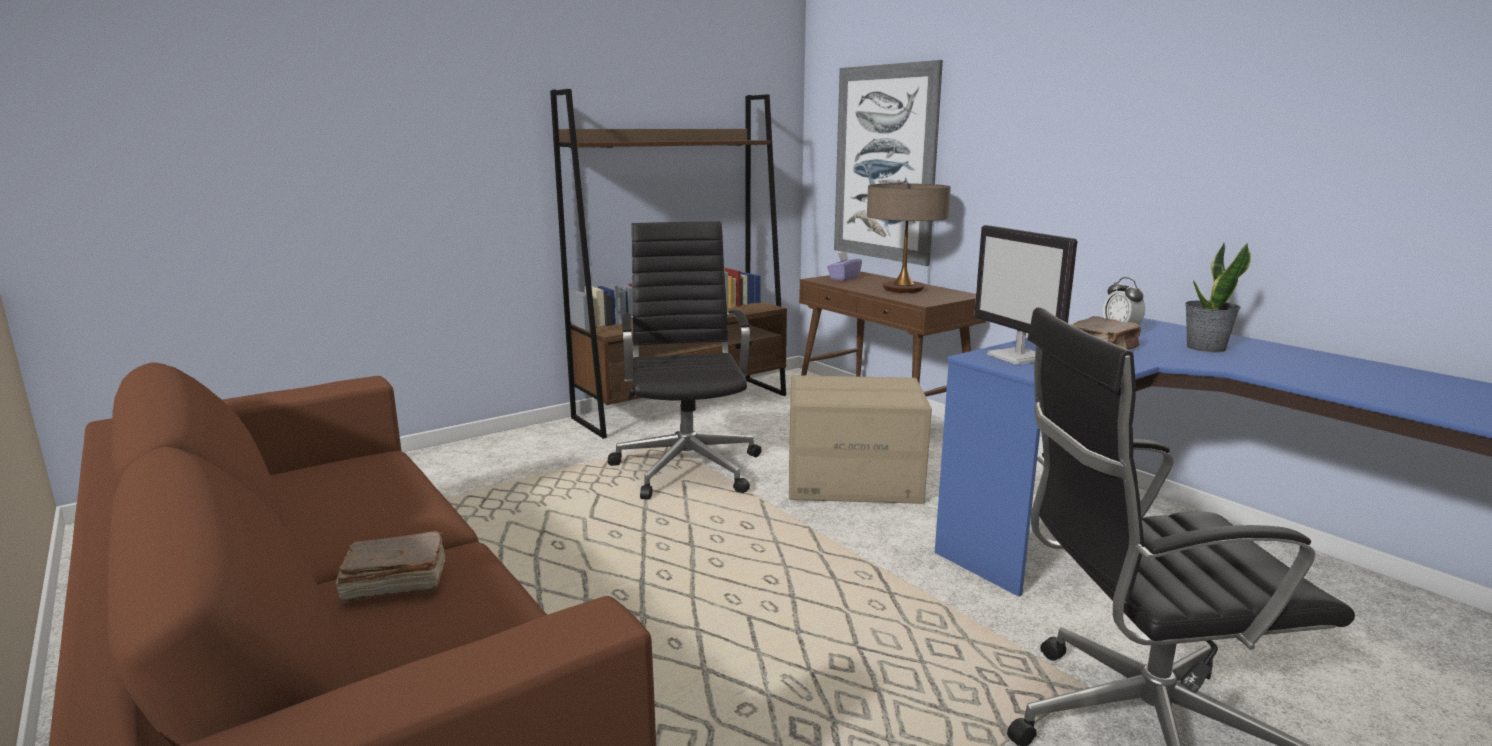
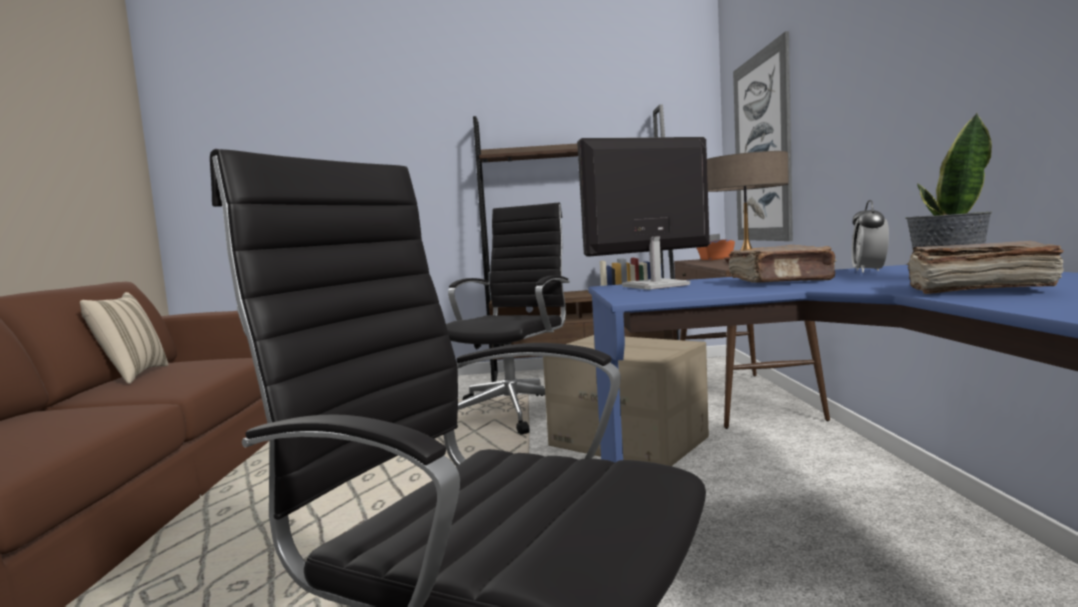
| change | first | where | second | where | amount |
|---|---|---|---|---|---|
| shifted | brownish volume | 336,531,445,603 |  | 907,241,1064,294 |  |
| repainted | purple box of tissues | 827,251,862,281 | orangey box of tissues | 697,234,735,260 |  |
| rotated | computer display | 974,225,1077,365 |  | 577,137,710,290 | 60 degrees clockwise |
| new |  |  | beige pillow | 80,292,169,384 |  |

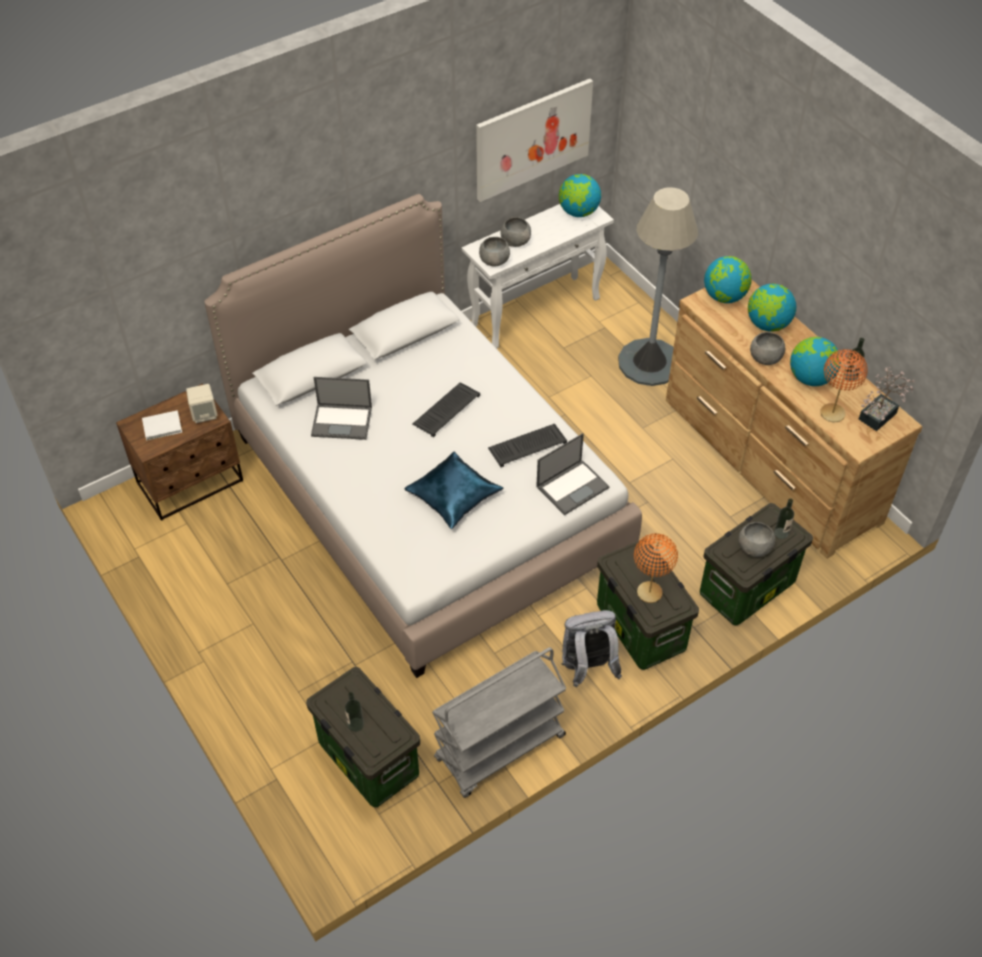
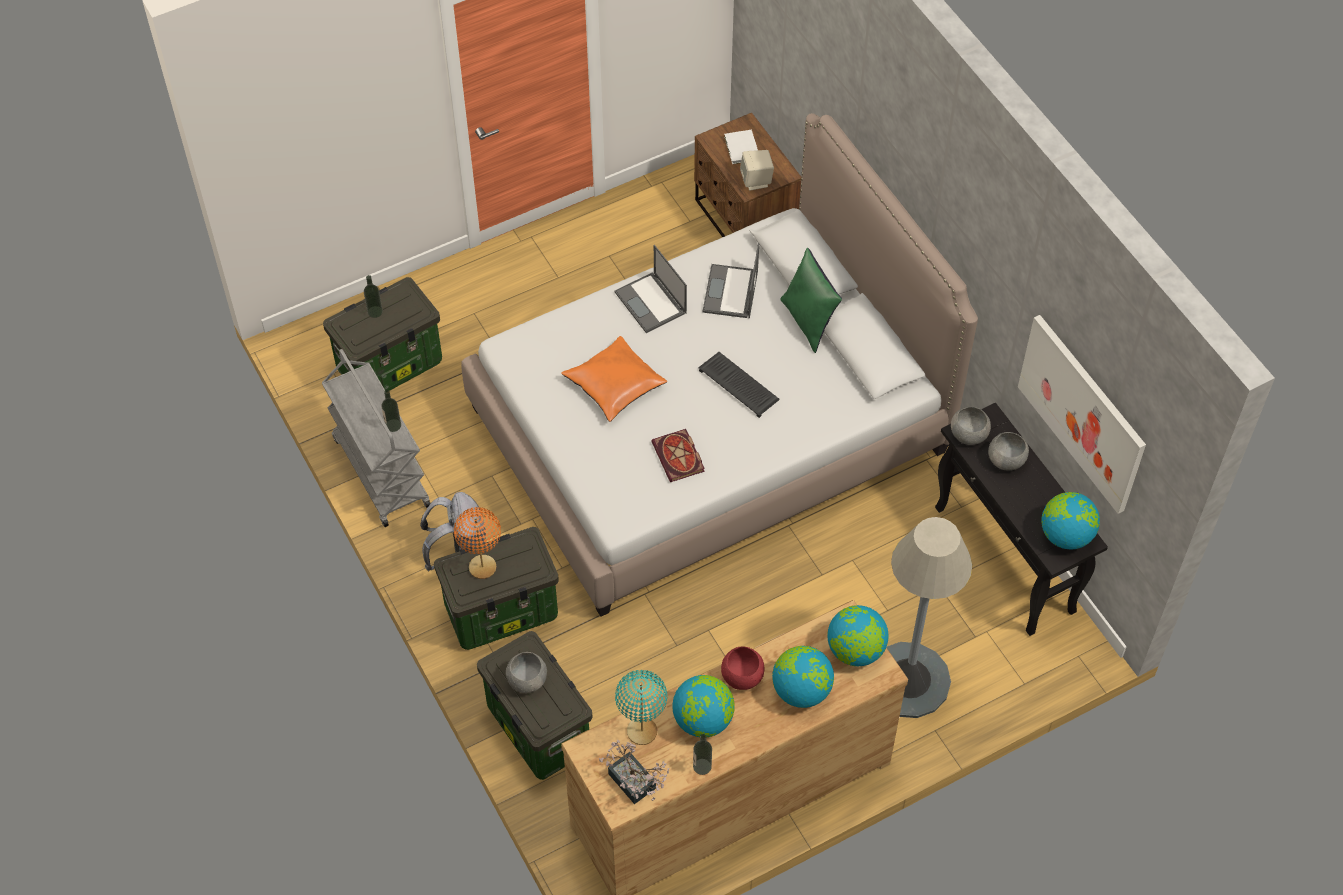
| change | first | where | second | where | amount |
|---|---|---|---|---|---|
| repainted | bluish pillow | 404,452,503,529 | orangey pillow | 561,336,667,422 |  |
| repainted | whitish console table | 462,204,614,349 | blackish console table | 935,403,1108,636 |  |
| swapped | computer keyboard | 488,424,567,467 | volume | 651,429,705,482 |  |
| shifted | portable computer | 536,433,609,515 |  | 615,245,687,333 |  |
| repainted | grey bowl | 750,332,785,365 | red bowl | 721,646,764,690 |  |
| shifted | beverage bottle | 774,498,794,539 |  | 381,390,401,432 |  |
| repainted | orangey table lamp | 820,349,868,422 | turquoise-coloured table lamp | 615,670,667,745 |  |
| new |  |  | greenish pillow | 780,248,842,353 |  |

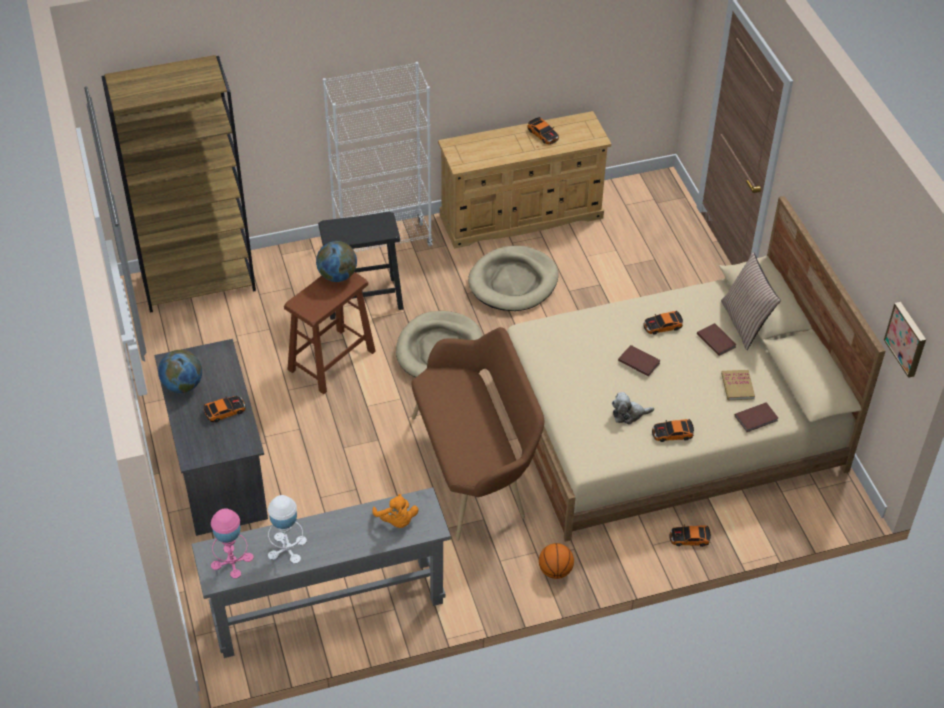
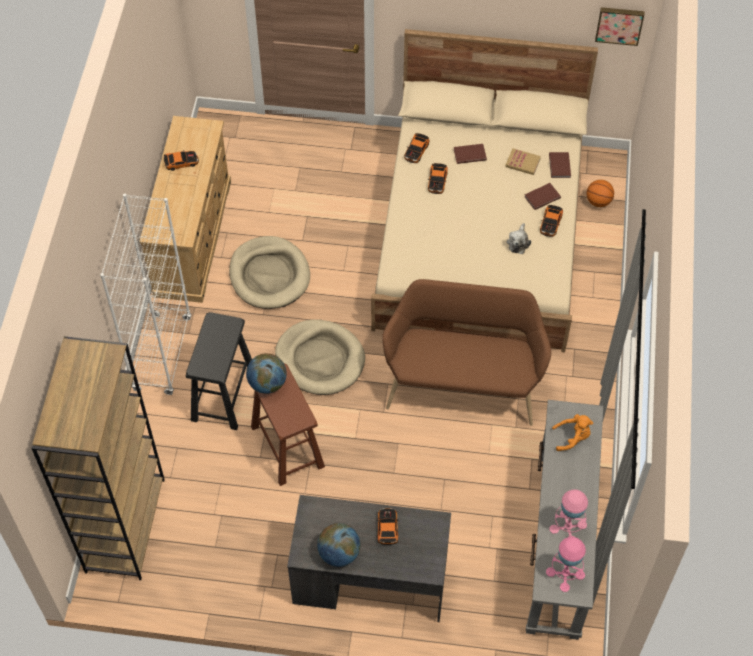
| change | first | where | second | where | amount |
|---|---|---|---|---|---|
| repainted | whitish table lamp | 268,495,307,564 | pink table lamp | 549,489,588,537 |  |
| shifted | basketball ball | 539,543,574,579 |  | 586,180,614,207 |  |
| shifted | brownish volume | 618,345,661,376 |  | 525,183,561,210 |  |
| shifted | model car | 670,524,711,547 |  | 404,133,430,163 |  |
| gone | pillow | 721,252,781,350 |  |  |  |

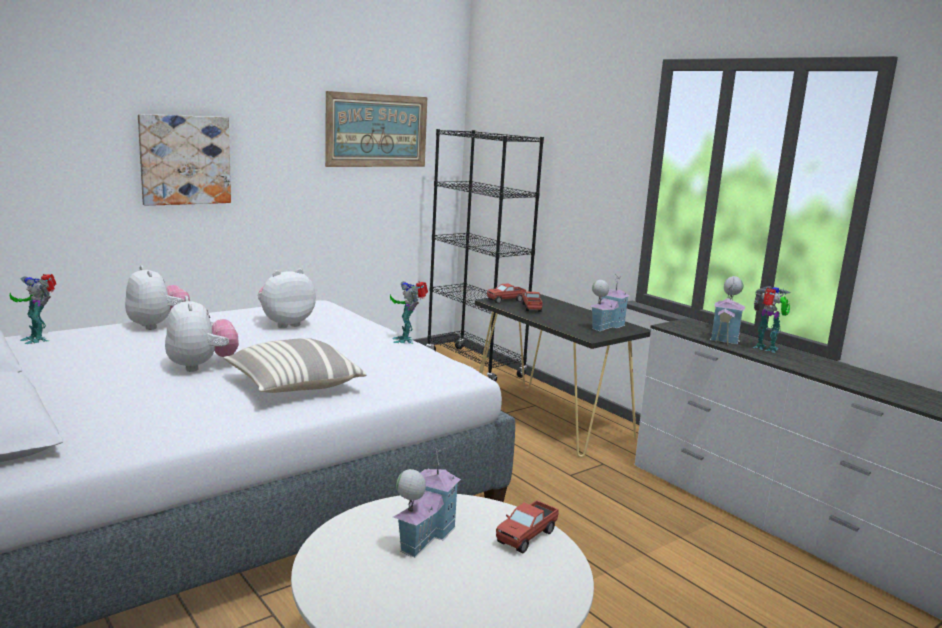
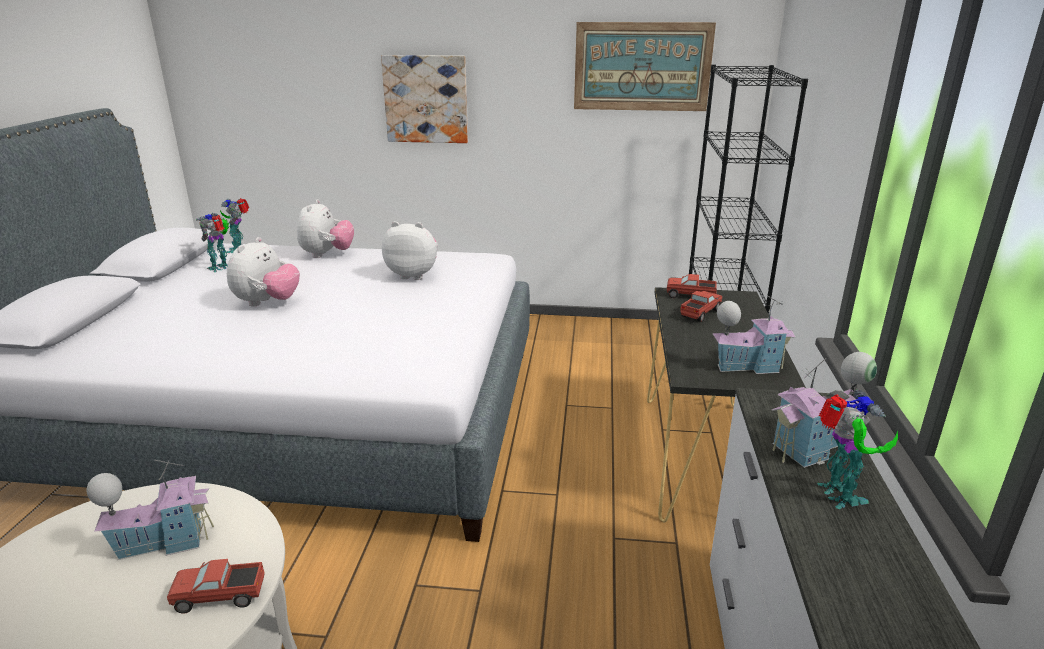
| change | first | where | second | where | amount |
|---|---|---|---|---|---|
| gone | pillow | 223,338,367,393 |  |  |  |
| shifted | toy robot | 390,281,428,344 |  | 196,213,229,272 |  |

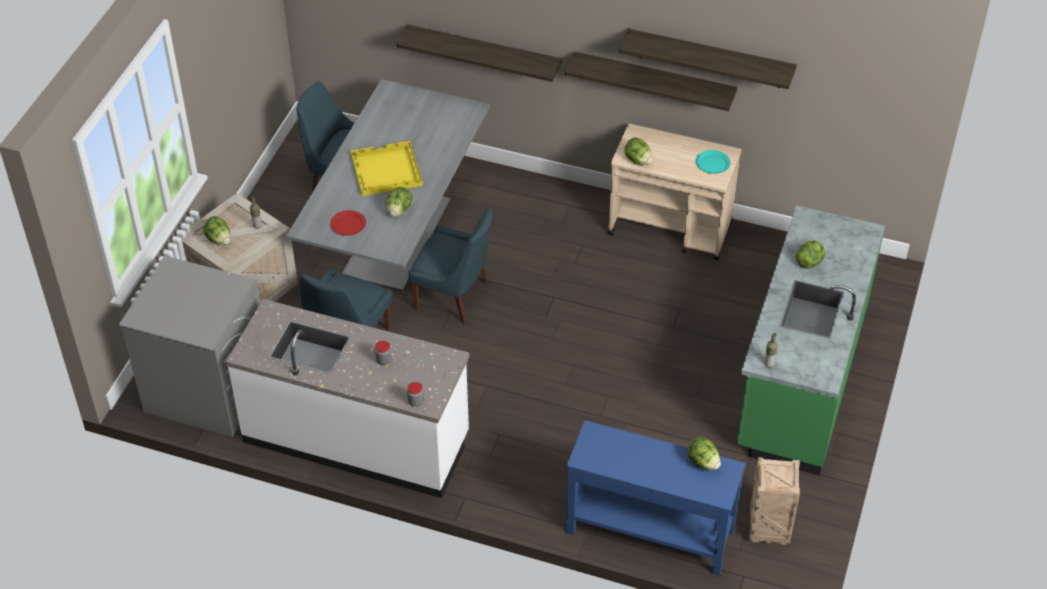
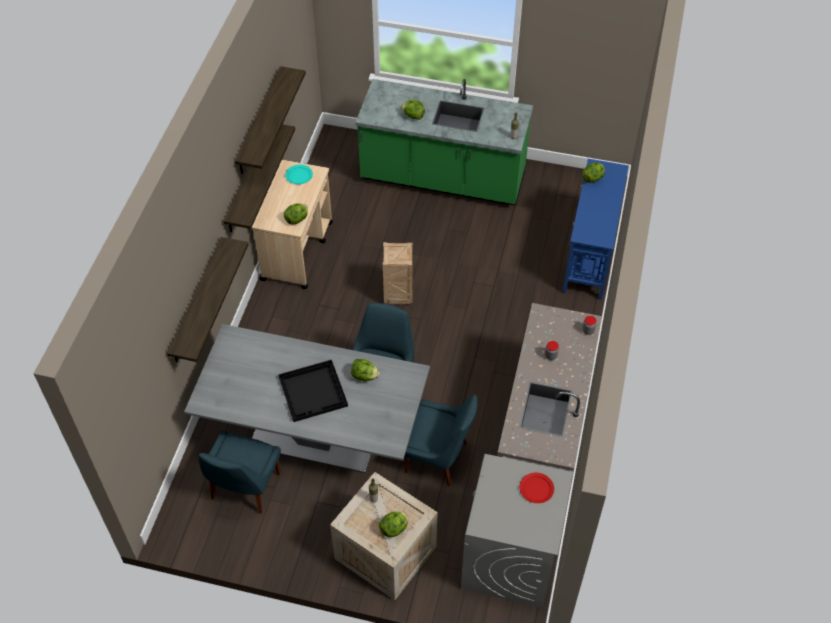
| change | first | where | second | where | amount |
|---|---|---|---|---|---|
| shifted | red flat dish | 330,210,366,236 |  | 520,473,554,503 |  |
| repainted | yellow tray | 351,141,423,196 | blackish tray | 278,360,348,422 |  |
| shifted | packing crate | 749,457,800,545 |  | 383,242,413,304 |  |

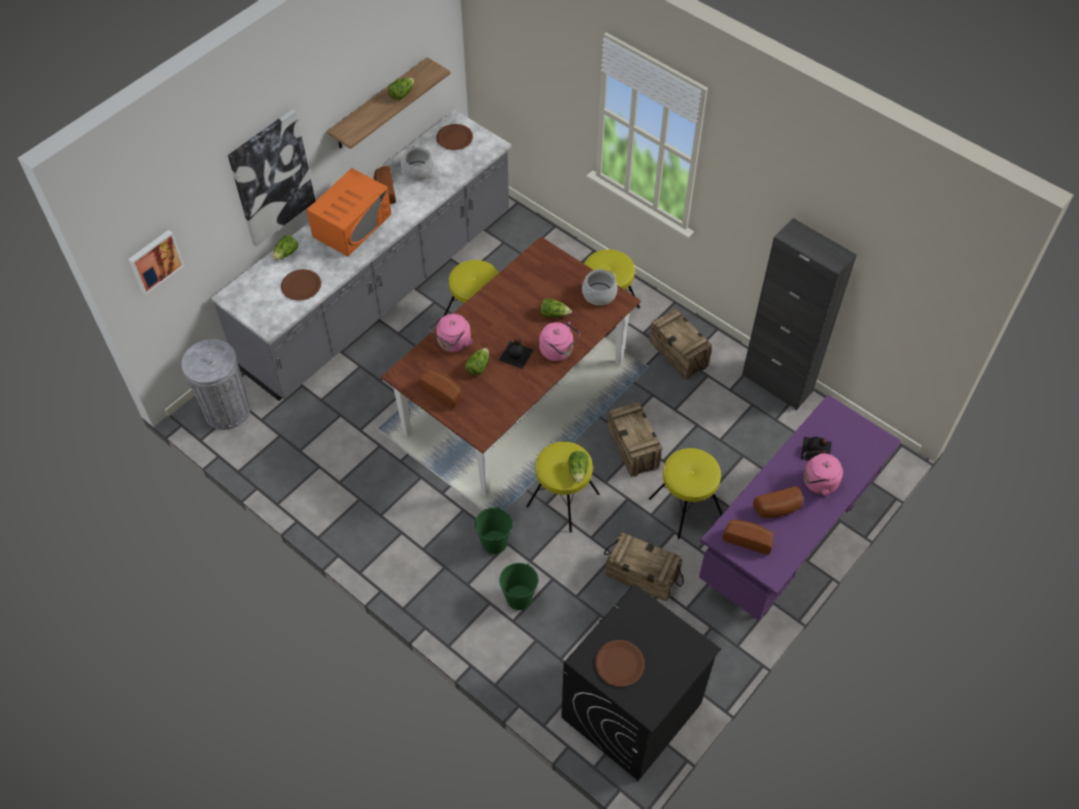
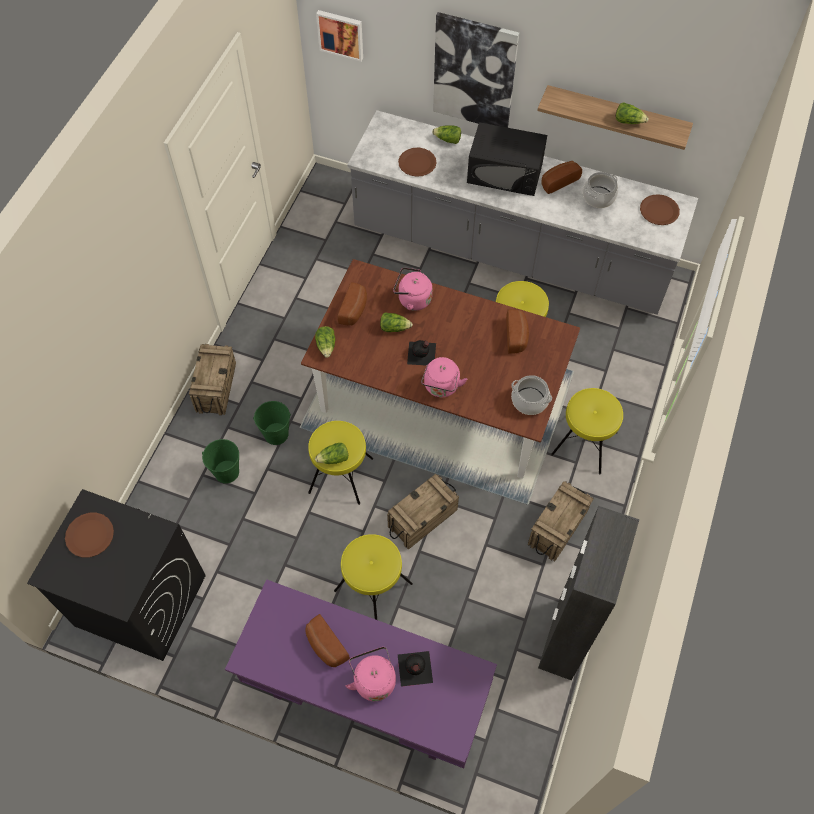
| change | first | where | second | where | amount |
|---|---|---|---|---|---|
| gone | grey rubbish bin | 181,339,250,430 |  |  |  |
| repainted | orangey kitchen microwave | 307,168,391,256 | blackish kitchen microwave | 467,122,547,196 |  |
| shifted | head of lettuce | 541,298,572,318 |  | 315,326,335,358 |  |
| shifted | packing crate | 604,532,684,601 |  | 189,344,236,415 |  |
| shifted | bread | 723,520,774,555 |  | 506,309,529,353 |  |

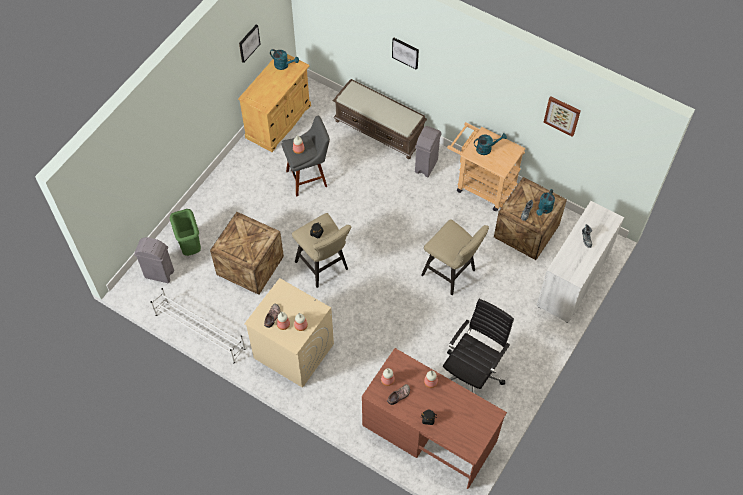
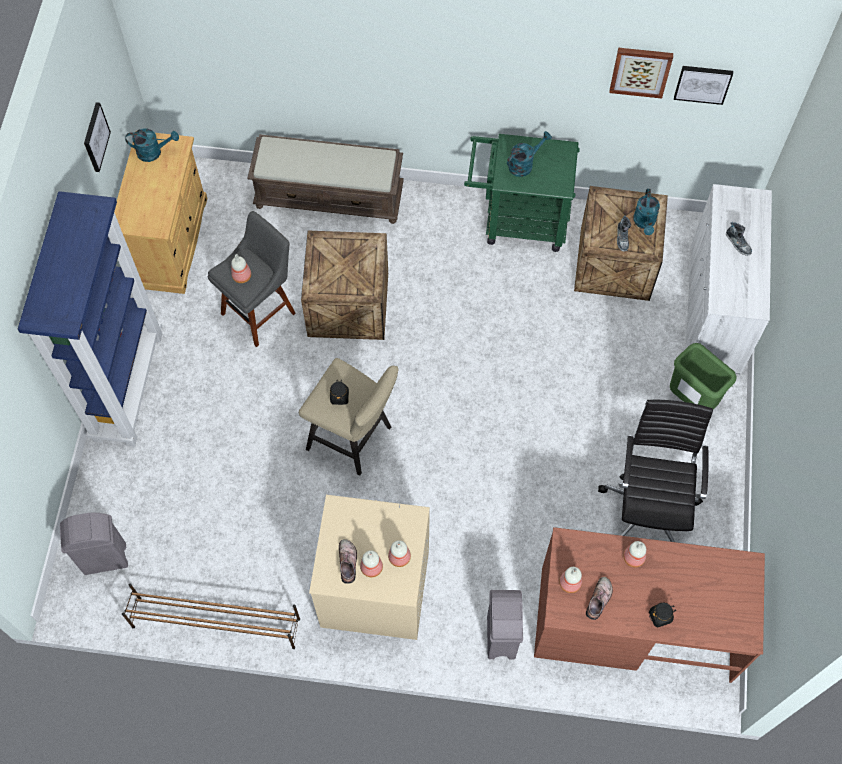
| change | first | where | second | where | amount |
|---|---|---|---|---|---|
| repainted | whitish shoe stand | 150,288,245,363 | brownish shoe stand | 122,584,300,649 |  |
| shifted | greenish rubbish bin | 170,209,201,256 |  | 670,343,736,410 |  |
| shifted | packing crate | 210,212,284,295 |  | 301,231,388,340 |  |
| shifted | wall art | 392,38,419,70 |  | 674,66,733,105 |  |
| shifted | grey rubbish bin | 415,126,442,177 |  | 487,590,523,660 |  |
| gone | beige stool seat | 421,219,489,295 |  |  |  |
| repainted | beige trolley | 447,122,526,211 | greenish trolley | 464,134,580,252 |  |
| new |  |  | bluish shelving unit | 18,191,162,447 |  |

